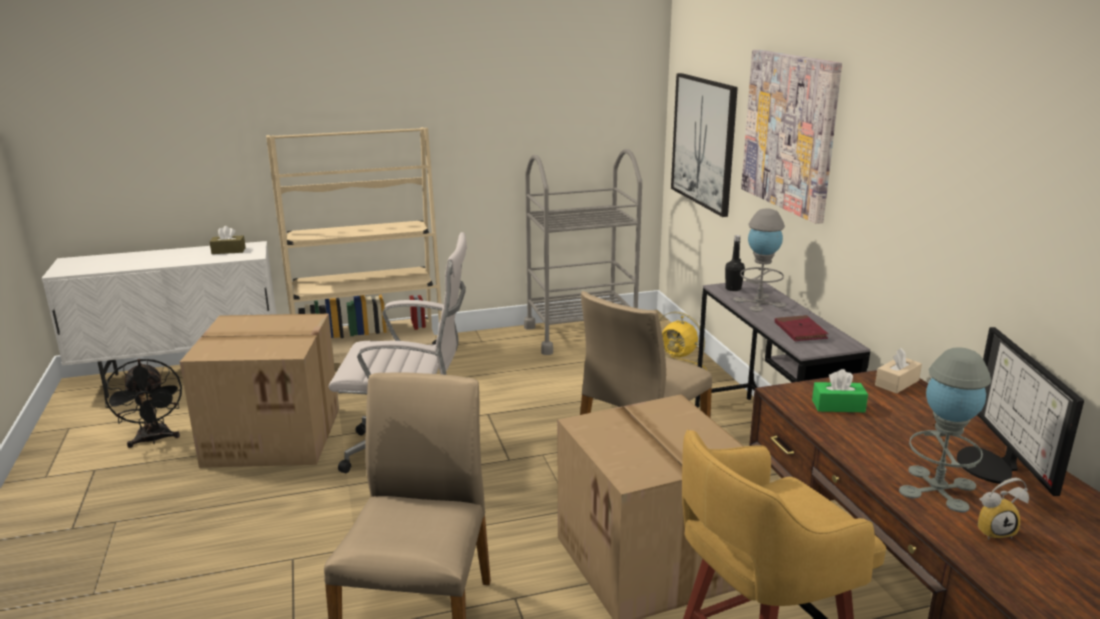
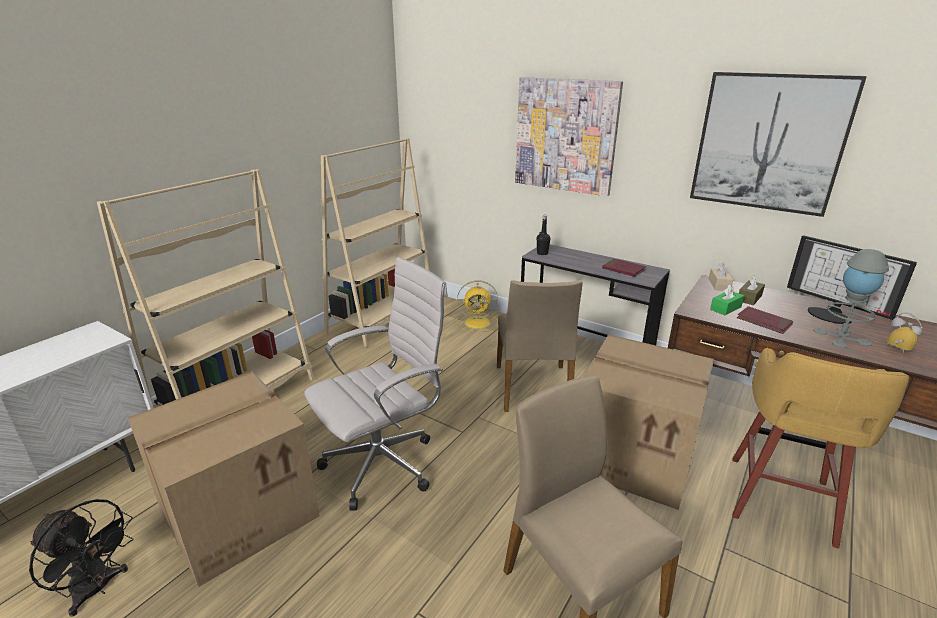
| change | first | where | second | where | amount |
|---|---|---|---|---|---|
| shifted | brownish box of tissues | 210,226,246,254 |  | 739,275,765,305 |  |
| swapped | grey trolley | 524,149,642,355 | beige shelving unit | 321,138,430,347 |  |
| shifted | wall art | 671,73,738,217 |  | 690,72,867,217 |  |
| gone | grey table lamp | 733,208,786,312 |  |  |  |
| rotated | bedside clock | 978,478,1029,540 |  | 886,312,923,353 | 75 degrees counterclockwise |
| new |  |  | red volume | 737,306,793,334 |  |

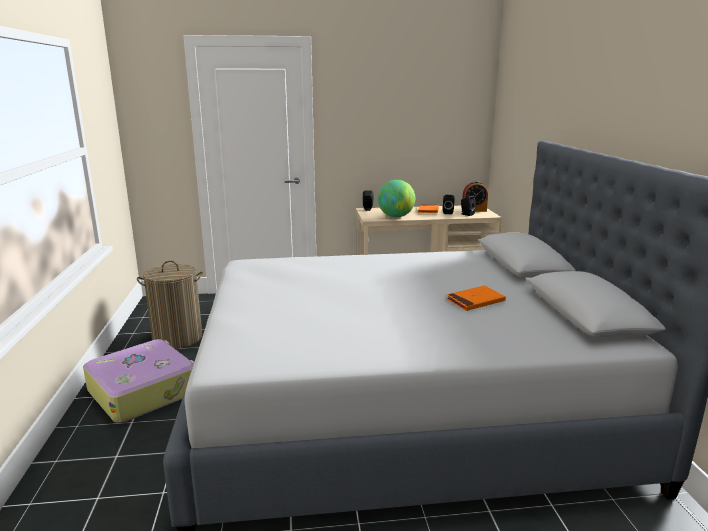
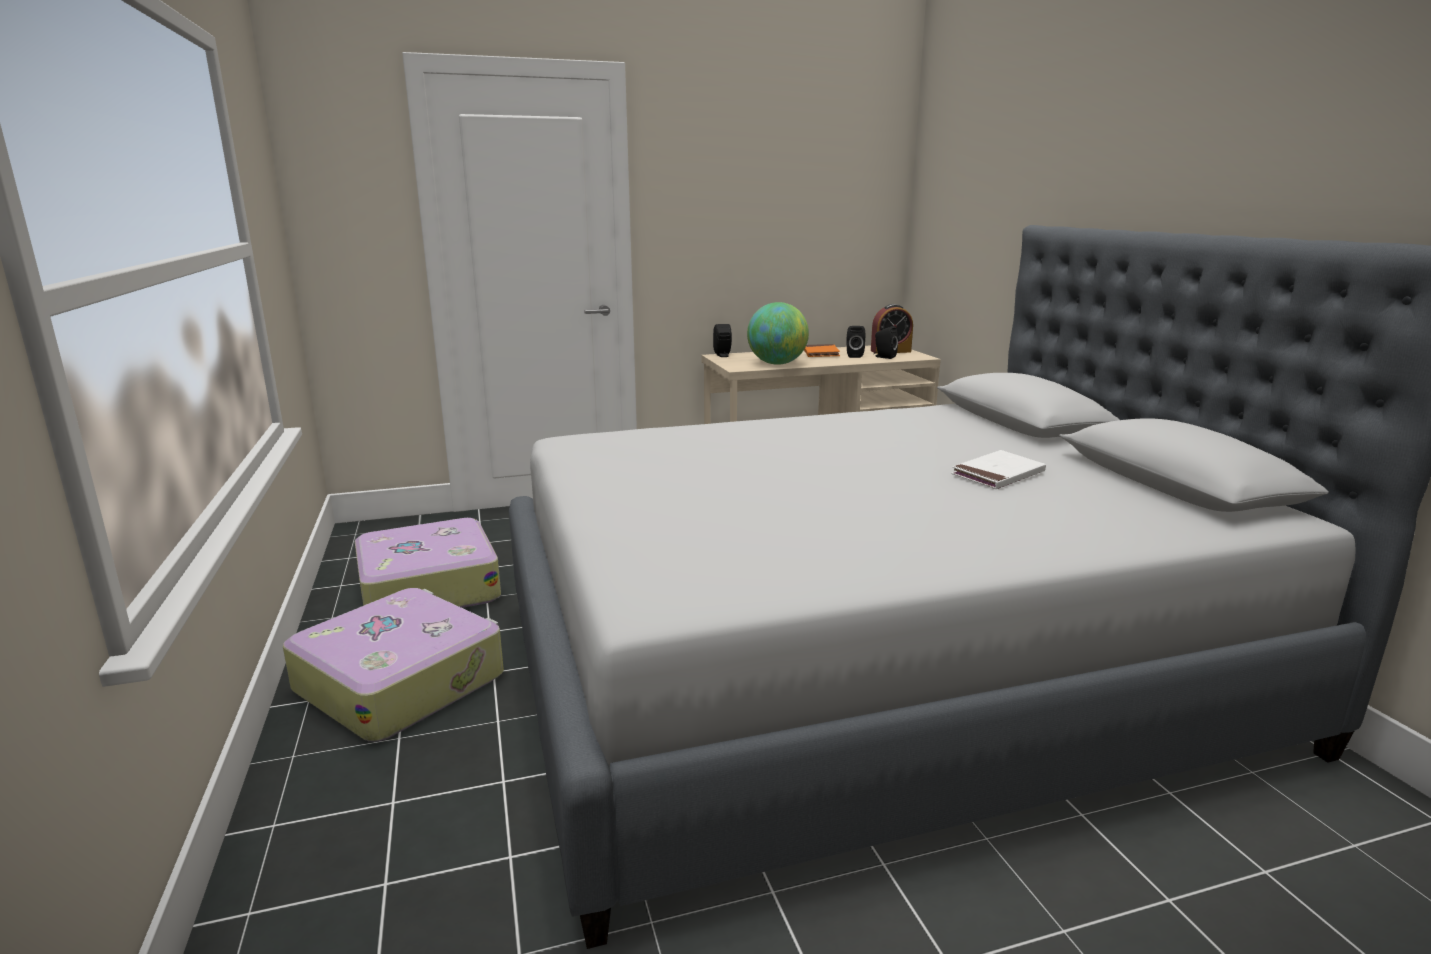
| change | first | where | second | where | amount |
|---|---|---|---|---|---|
| swapped | hamper | 137,261,203,349 | suitcase | 355,518,501,608 |  |
| repainted | orangey volume | 446,285,506,311 | whitish volume | 951,450,1046,489 |  |

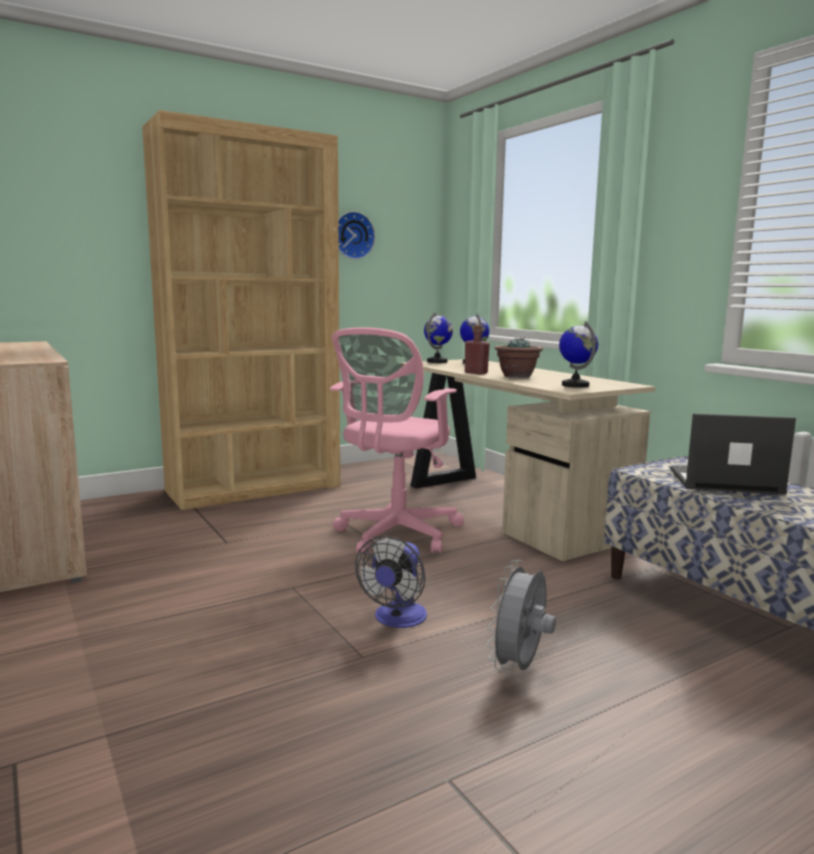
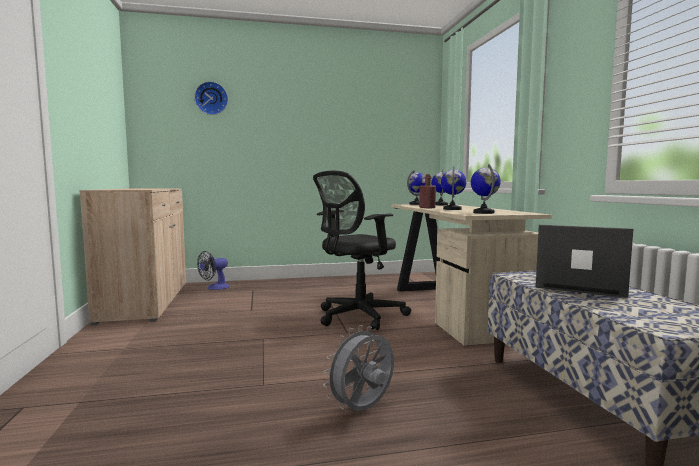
| change | first | where | second | where | amount |
|---|---|---|---|---|---|
| gone | brownish shelving unit | 142,110,340,510 |  |  |  |
| repainted | pink desk chair | 330,327,464,555 | blackish desk chair | 313,171,411,330 |  |
| shifted | wall clock | 339,211,375,259 |  | 194,81,228,115 |  |
| shifted | electric fan | 355,536,427,628 |  | 197,251,230,290 |  |
| swapped | houseplant | 494,337,543,378 | globe | 441,166,467,210 |  |

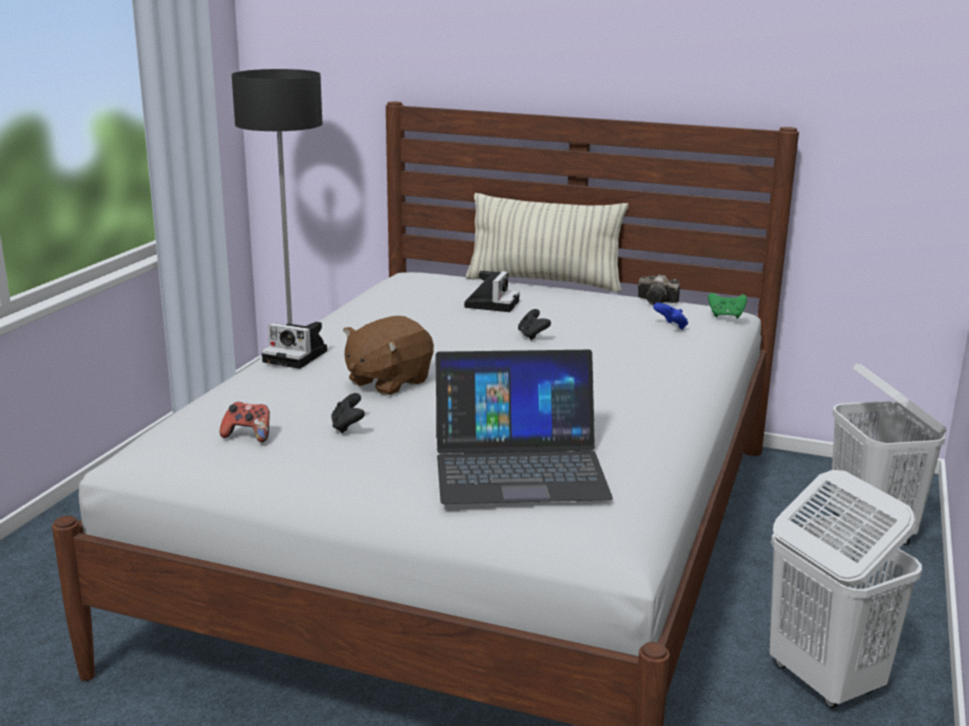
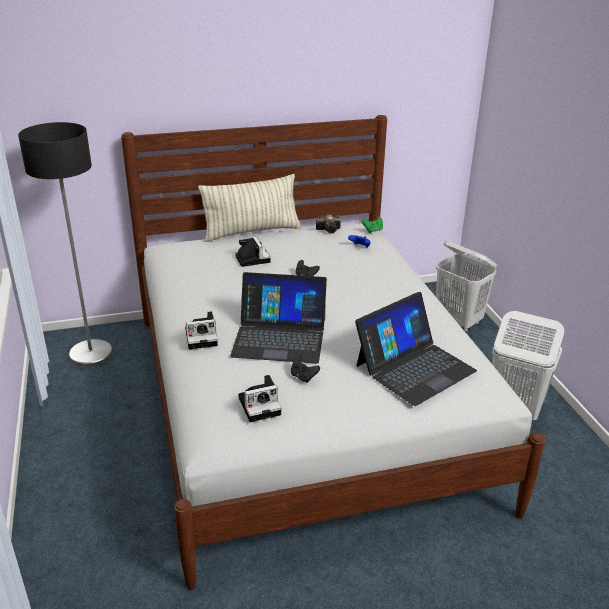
| change | first | where | second | where | amount |
|---|---|---|---|---|---|
| swapped | game controller | 219,402,270,442 | photo camera | 238,375,281,422 |  |
| swapped | brownish plush toy | 343,316,434,395 | portable computer | 230,272,327,364 |  |

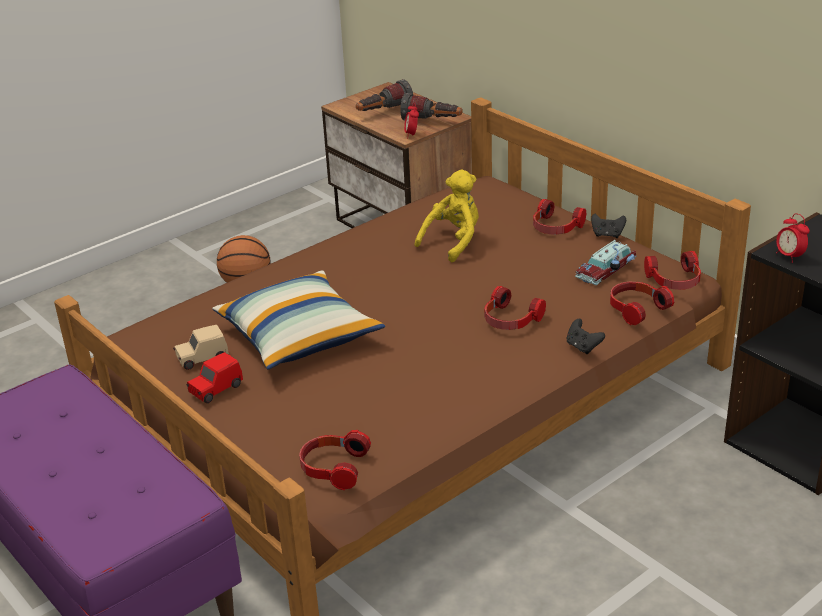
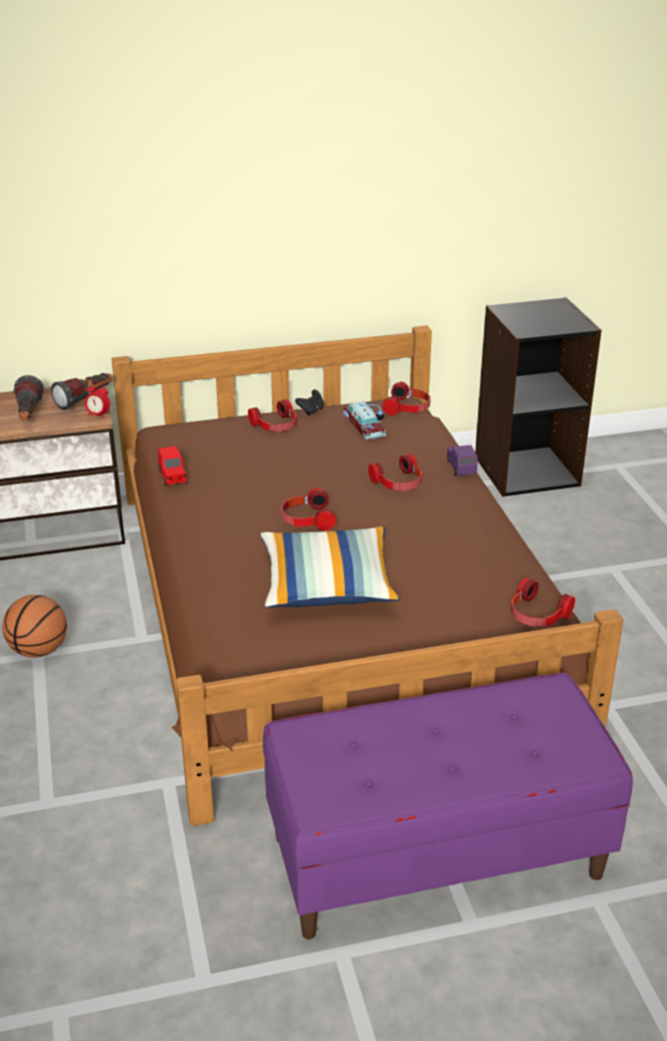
| change | first | where | second | where | amount |
|---|---|---|---|---|---|
| gone | beige model car | 173,325,229,370 |  |  |  |
| shifted | red model car | 186,352,243,403 |  | 158,446,187,486 |  |
| gone | yellow plush toy | 415,170,479,262 |  |  |  |
| swapped | blackish game controller | 566,319,605,354 | purple model car | 447,445,478,476 |  |
| shifted | headset | 610,282,675,325 |  | 281,488,337,531 |  |
| gone | bedside clock | 776,213,810,263 |  |  |  |

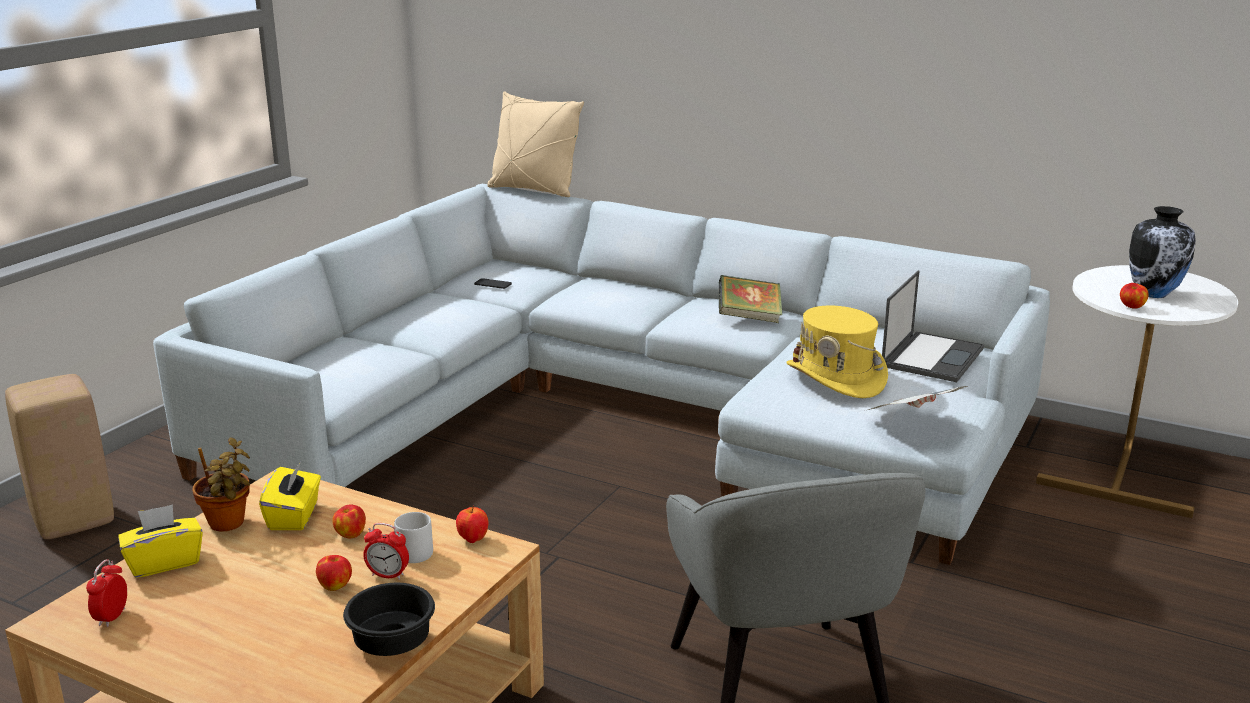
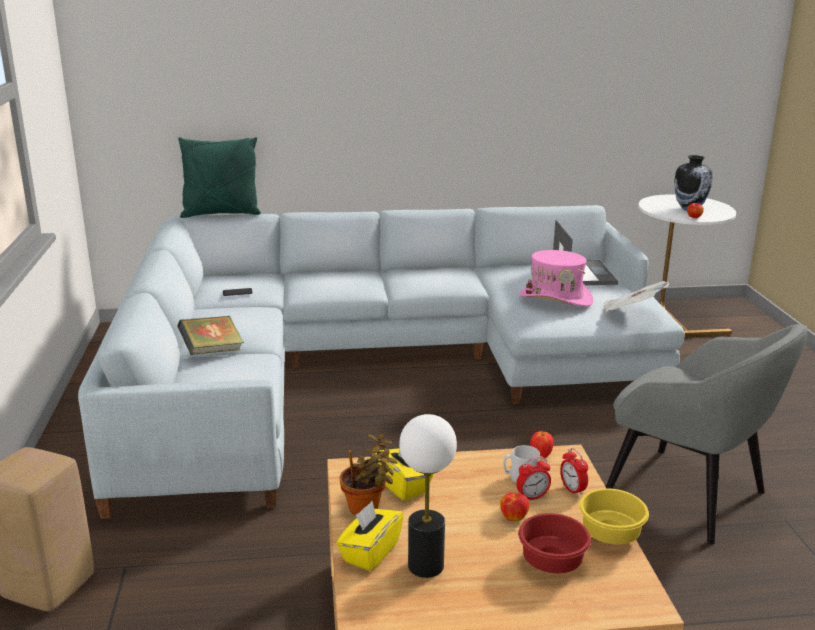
| change | first | where | second | where | amount |
|---|---|---|---|---|---|
| shifted | bedside clock | 86,560,127,627 |  | 560,448,588,497 |  |
| gone | whole apple | 332,505,366,539 |  |  |  |
| repainted | blackish bowl | 343,583,435,656 | yellow bowl | 579,488,649,544 |  |
| repainted | beige pillow | 487,91,584,197 | greenish pillow | 178,137,261,218 |  |
| shifted | volume | 719,275,782,323 |  | 177,316,244,355 |  |
| repainted | yellow wearable hat | 787,306,888,398 | pink wearable hat | 519,250,593,307 |  |
| new |  |  | table lamp | 399,414,457,578 |  |
| new |  |  | red bowl | 518,513,591,573 |  |

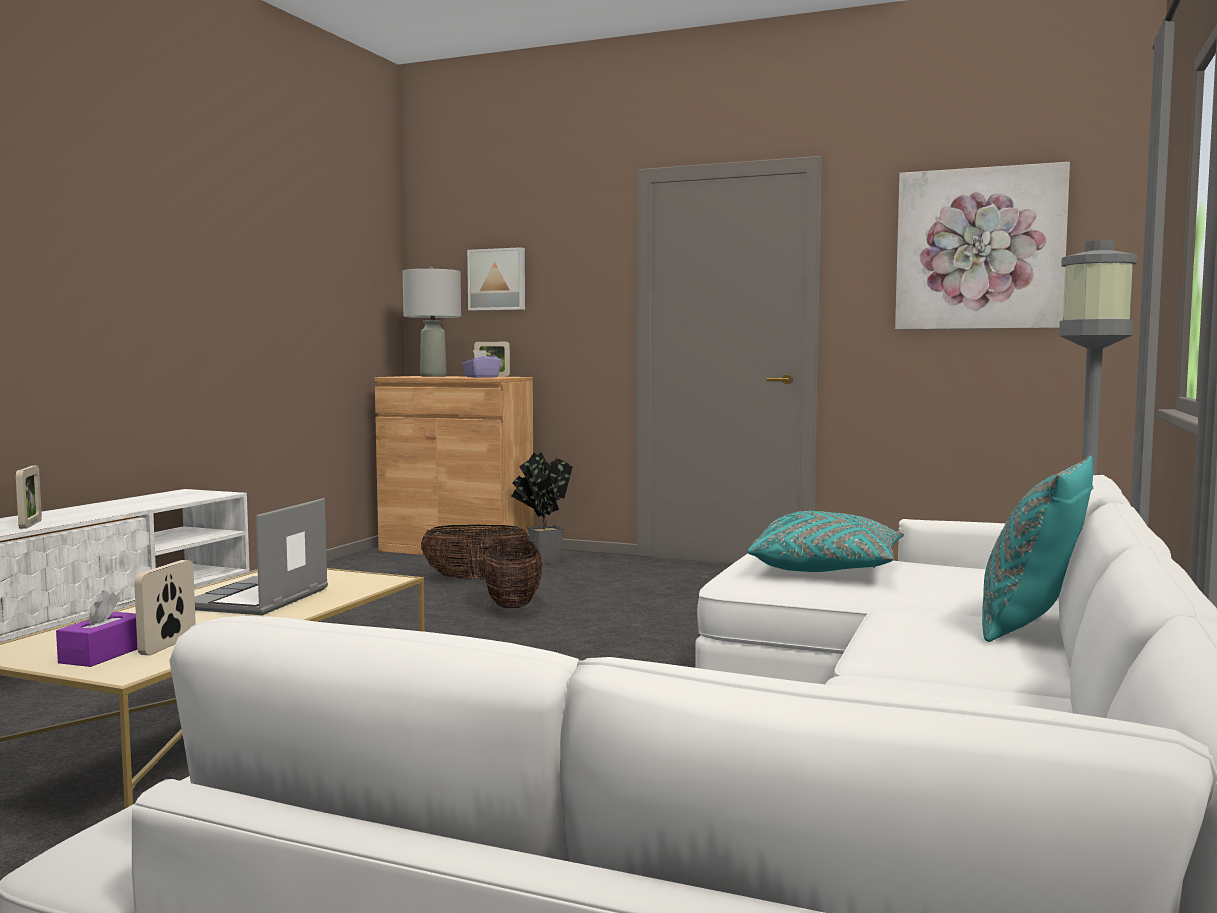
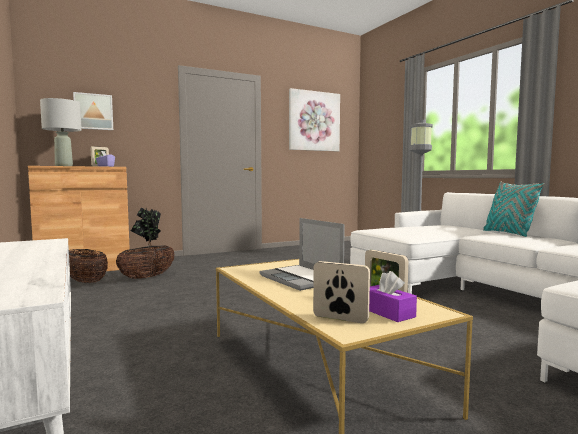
| change | first | where | second | where | amount |
|---|---|---|---|---|---|
| shifted | photo frame | 16,466,42,529 |  | 313,261,370,323 |  |
| shifted | storage basket | 482,539,543,609 |  | 69,249,108,283 |  |
| gone | turquoise-coloured pillow | 748,511,904,572 |  |  |  |

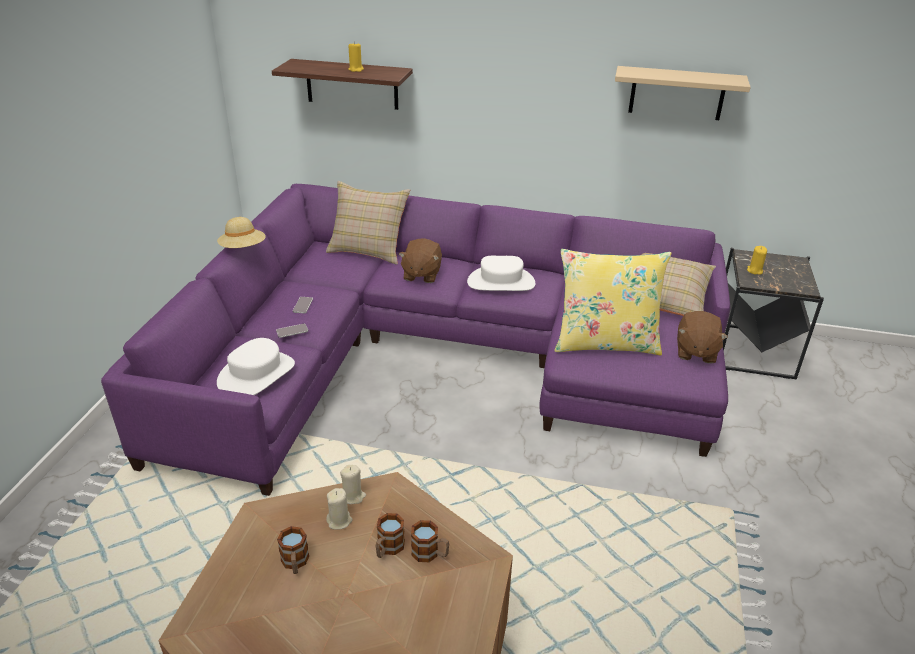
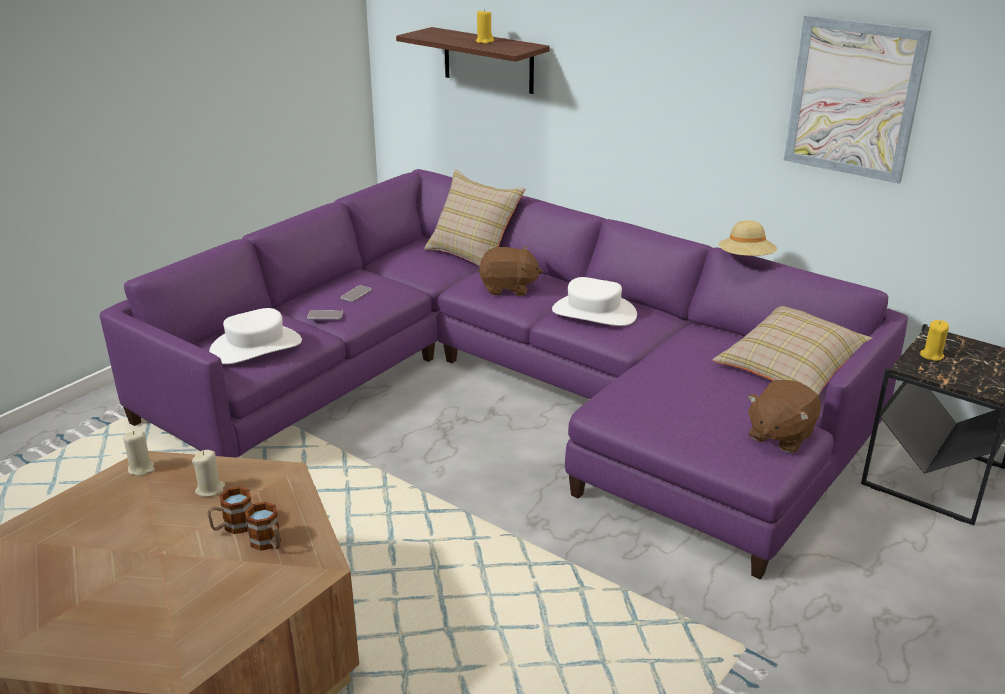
| change | first | where | second | where | amount |
|---|---|---|---|---|---|
| shifted | beige wearable hat | 217,217,266,248 |  | 719,220,777,256 |  |
| gone | mug | 277,526,309,574 |  |  |  |
| shifted | beige candle | 340,465,366,504 |  | 123,430,155,476 |  |
| rotated | brownish plush toy | 399,238,442,283 |  | 478,246,543,296 | 120 degrees counterclockwise |
| gone | yellow pillow | 554,249,671,355 |  |  |  |
| swapped | beige shelf | 615,66,751,120 | wall art | 784,15,932,184 |  |

